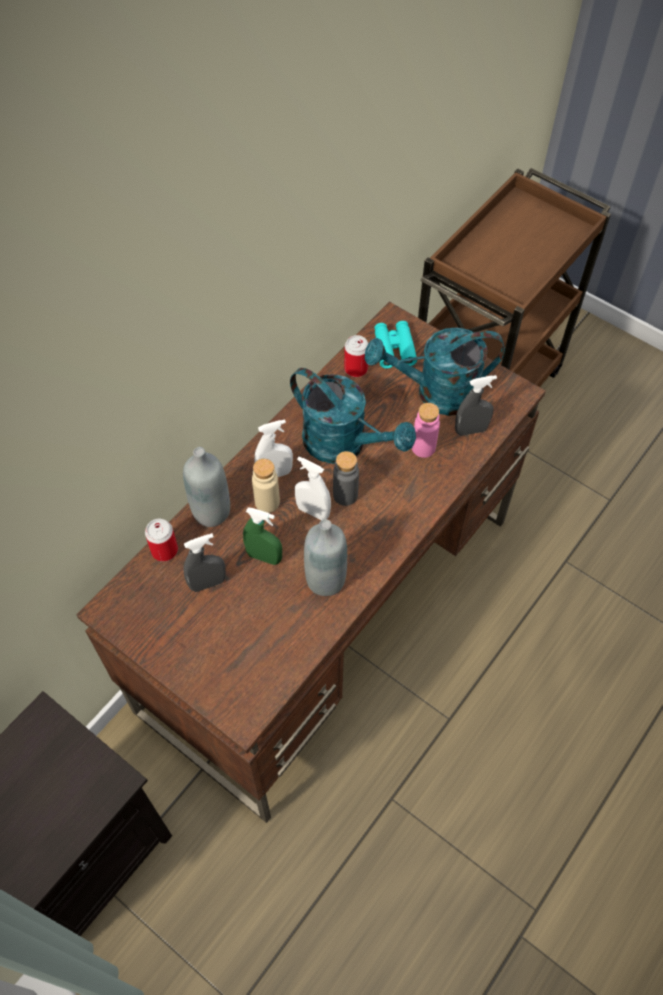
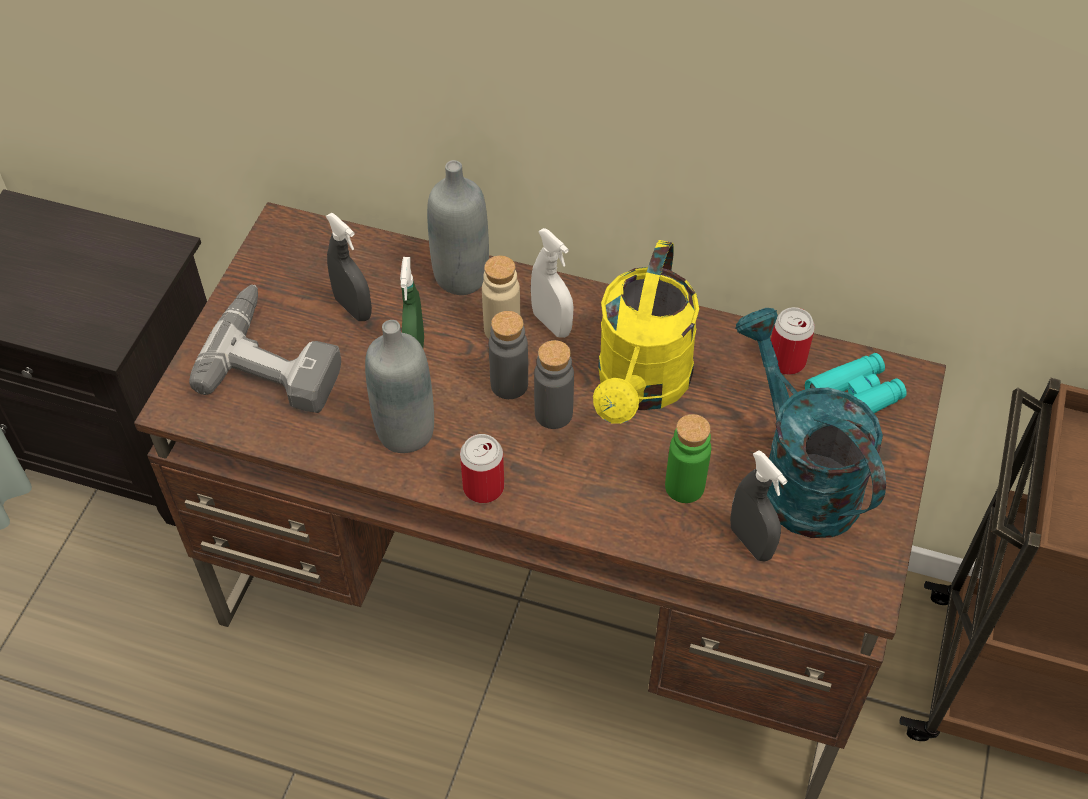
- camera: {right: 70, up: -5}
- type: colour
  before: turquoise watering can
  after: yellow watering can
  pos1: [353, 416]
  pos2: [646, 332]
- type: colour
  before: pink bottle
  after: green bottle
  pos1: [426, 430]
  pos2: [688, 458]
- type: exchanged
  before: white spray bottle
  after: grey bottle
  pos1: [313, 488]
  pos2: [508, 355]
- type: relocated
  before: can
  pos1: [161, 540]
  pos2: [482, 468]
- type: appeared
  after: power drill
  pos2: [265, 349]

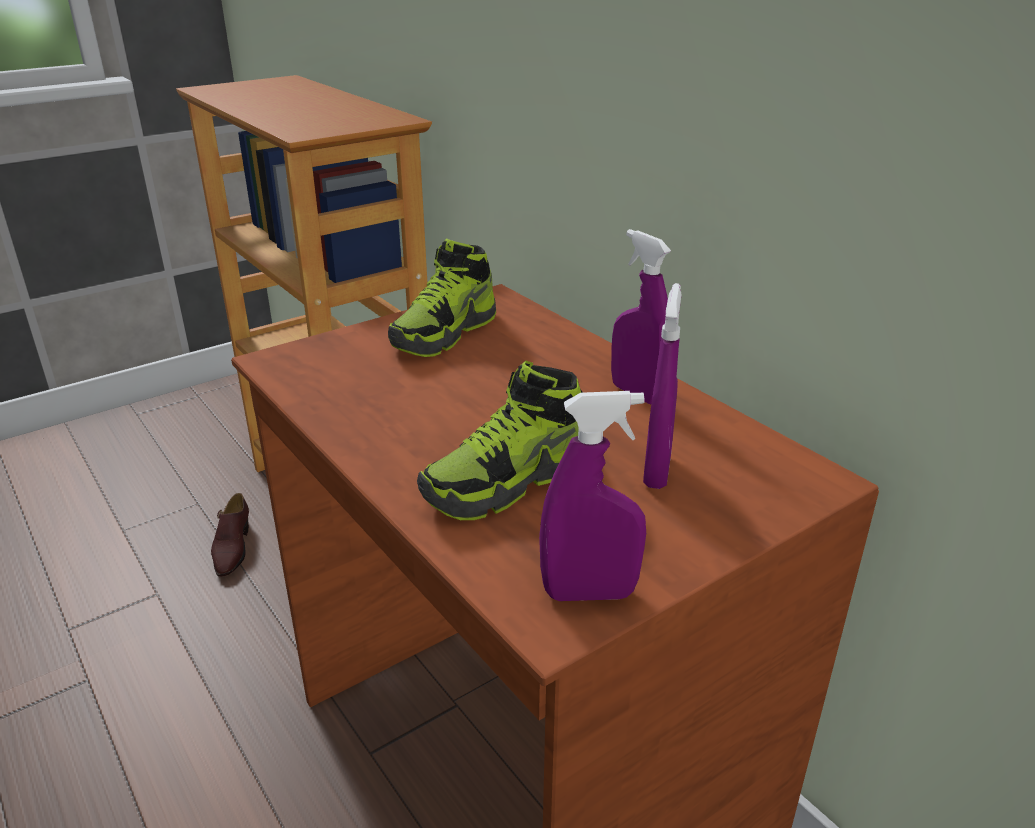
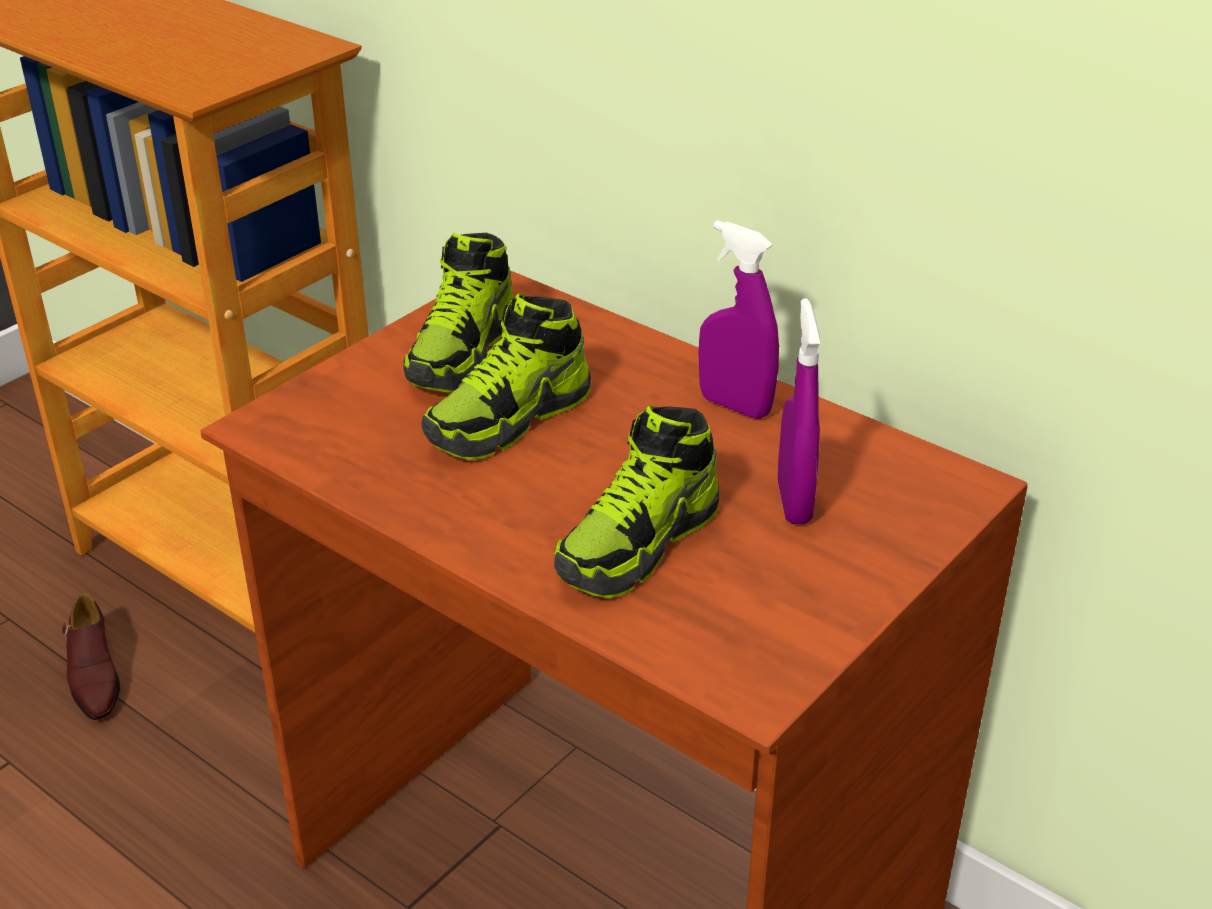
- camera: {right: -15, up: 5}
- type: missing
  before: purple spray bottle
  pos1: [592, 496]
- type: appeared
  after: shoe
  pos2: [506, 376]

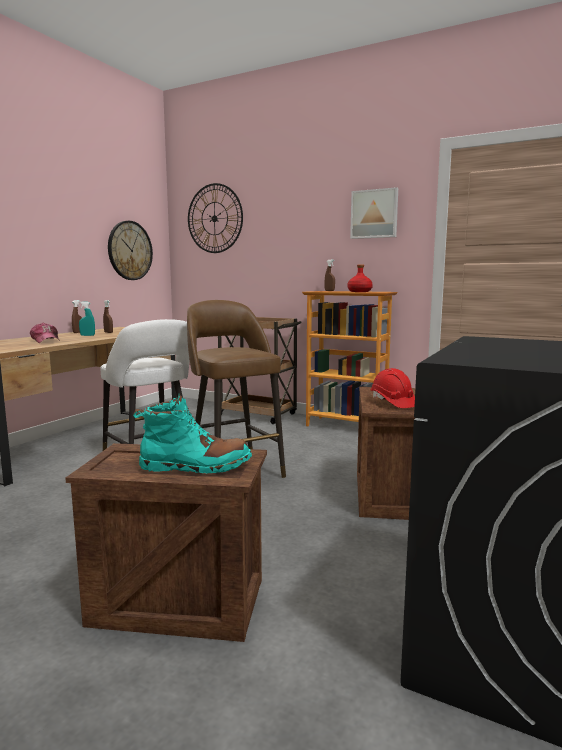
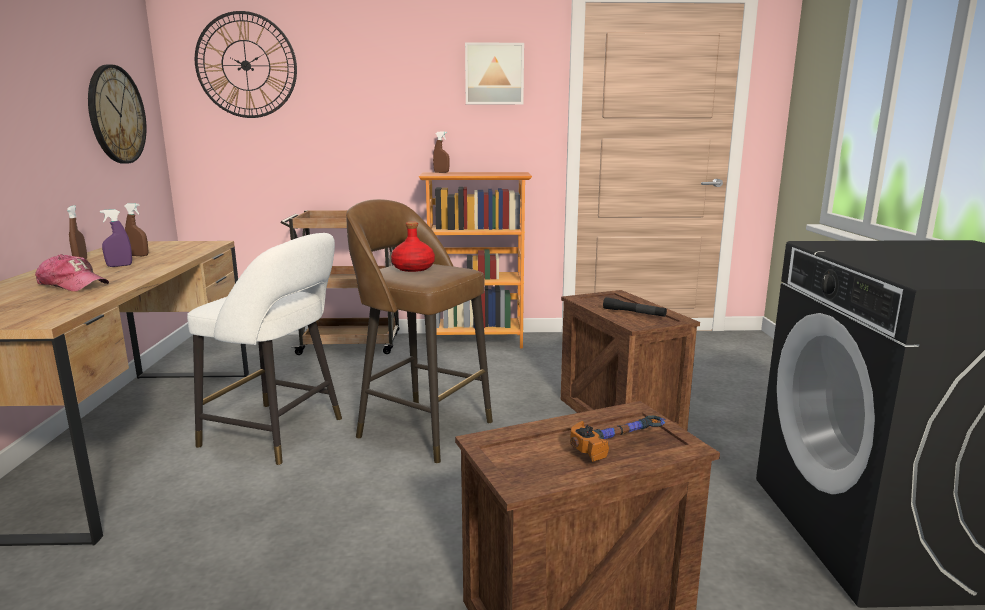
- camera: {right: -30, up: 5}
- type: relocated
  before: red bottle
  pos1: [360, 278]
  pos2: [413, 246]
- type: colour
  before: turquoise spray bottle
  after: purple spray bottle
  pos1: [87, 318]
  pos2: [116, 238]
- type: exchanged
  before: red hard hat
  after: black flashlight
  pos1: [393, 388]
  pos2: [635, 307]
- type: exchanged
  before: turquoise boot
  after: hammer
  pos1: [192, 433]
  pos2: [618, 438]

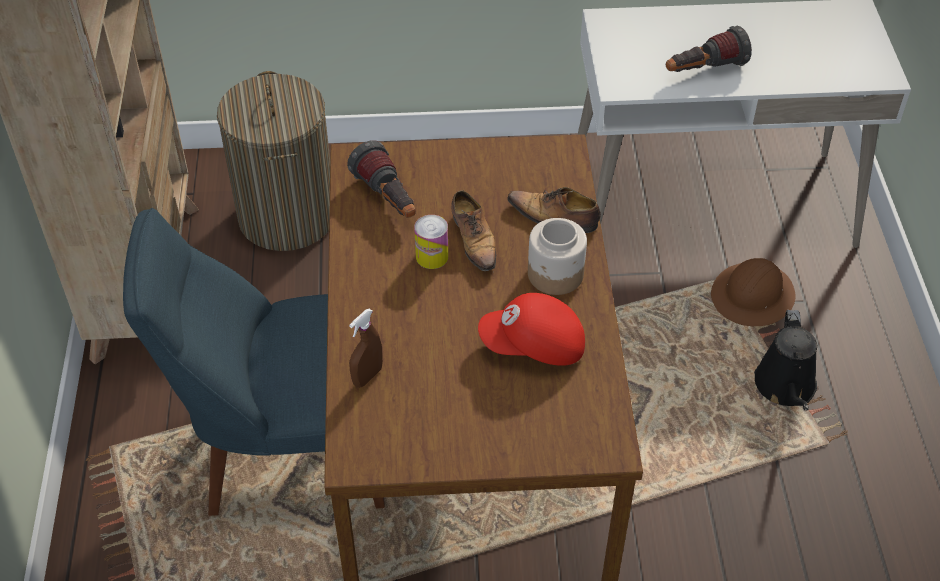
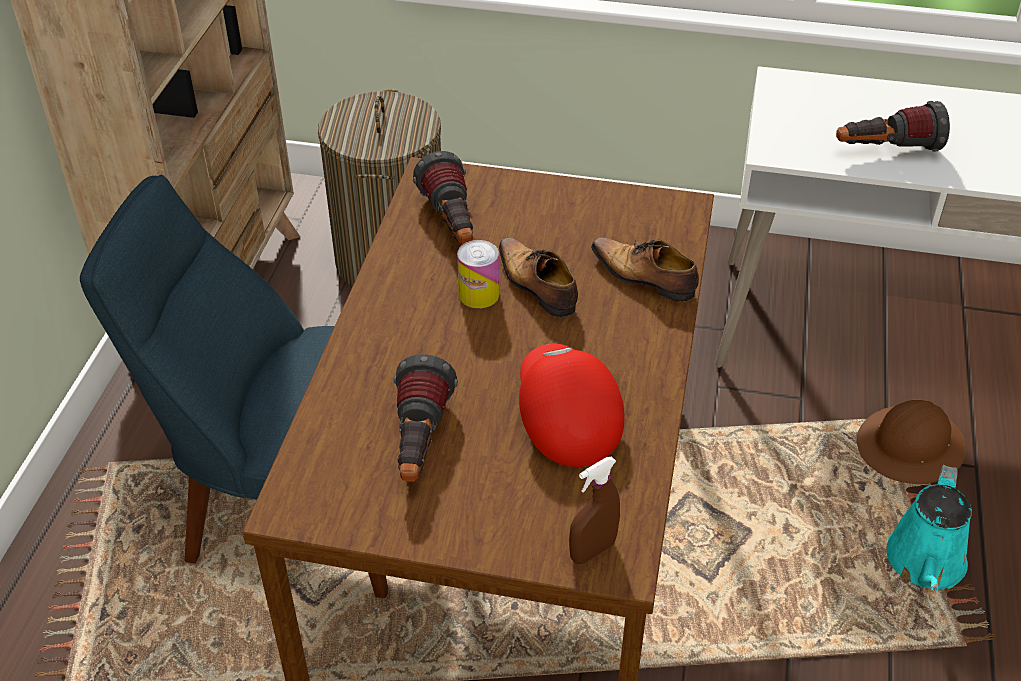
- camera: {right: 15, up: -5}
- type: spun
  before: shoe
  pos1: [473, 230]
  pos2: [538, 277]
  turn: 150
- type: missing
  before: jar
  pos1: [557, 256]
- type: spun
  before: red cap
  pos1: [531, 329]
  pos2: [572, 405]
  turn: 60
- type: relocated
  before: brown spray bottle
  pos1: [366, 348]
  pos2: [594, 510]
- type: colour
  before: black watering can
  after: turquoise watering can
  pos1: [785, 360]
  pos2: [929, 528]
- type: appeared
  after: flashlight
  pos2: [426, 418]

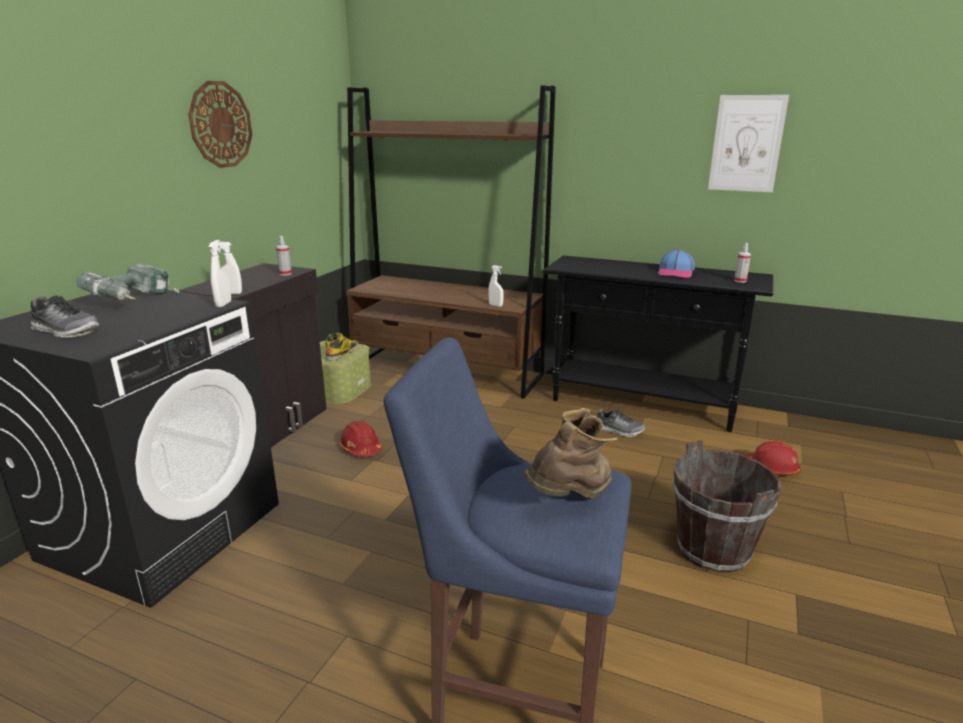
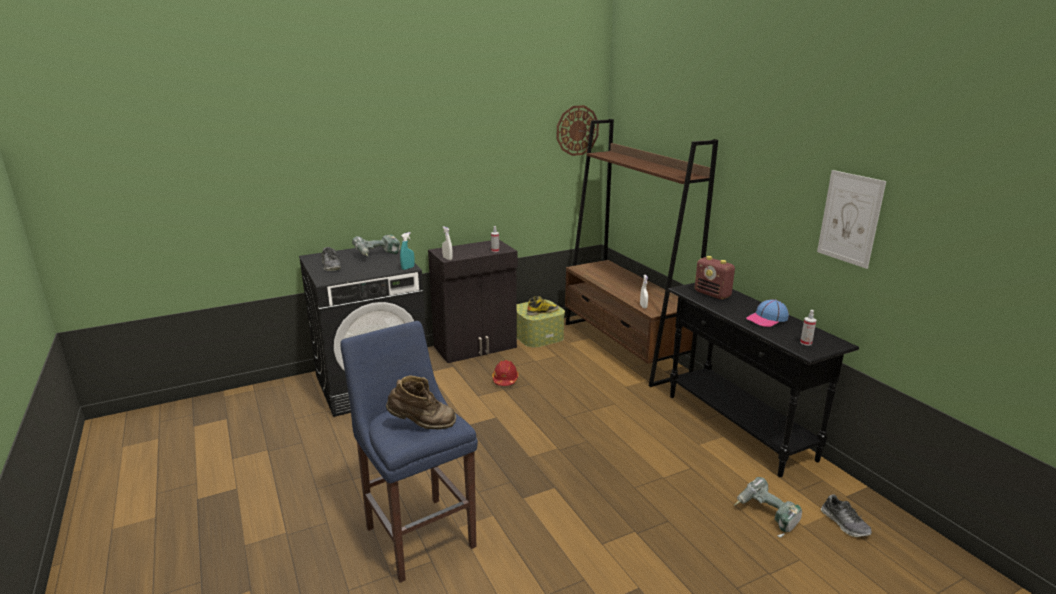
- camera: {right: 40, up: 0}
- type: relocated
  before: wall clock
  pos1: [220, 124]
  pos2: [578, 130]
- type: colour
  before: white spray bottle
  after: turquoise spray bottle
  pos1: [219, 273]
  pos2: [407, 251]
- type: relocated
  before: shoe
  pos1: [621, 423]
  pos2: [846, 515]
- type: missing
  before: brown bucket
  pos1: [727, 506]
- type: exchanged
  before: red hard hat
  after: power drill
  pos1: [773, 458]
  pos2: [768, 507]
- type: appeared
  after: radio
  pos2: [715, 277]

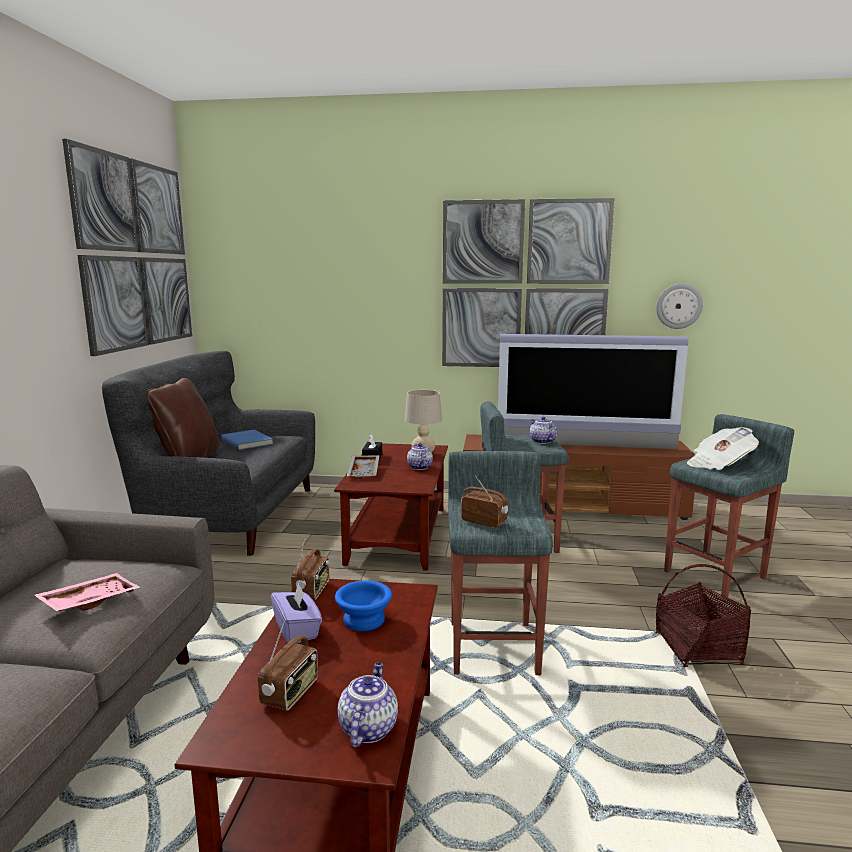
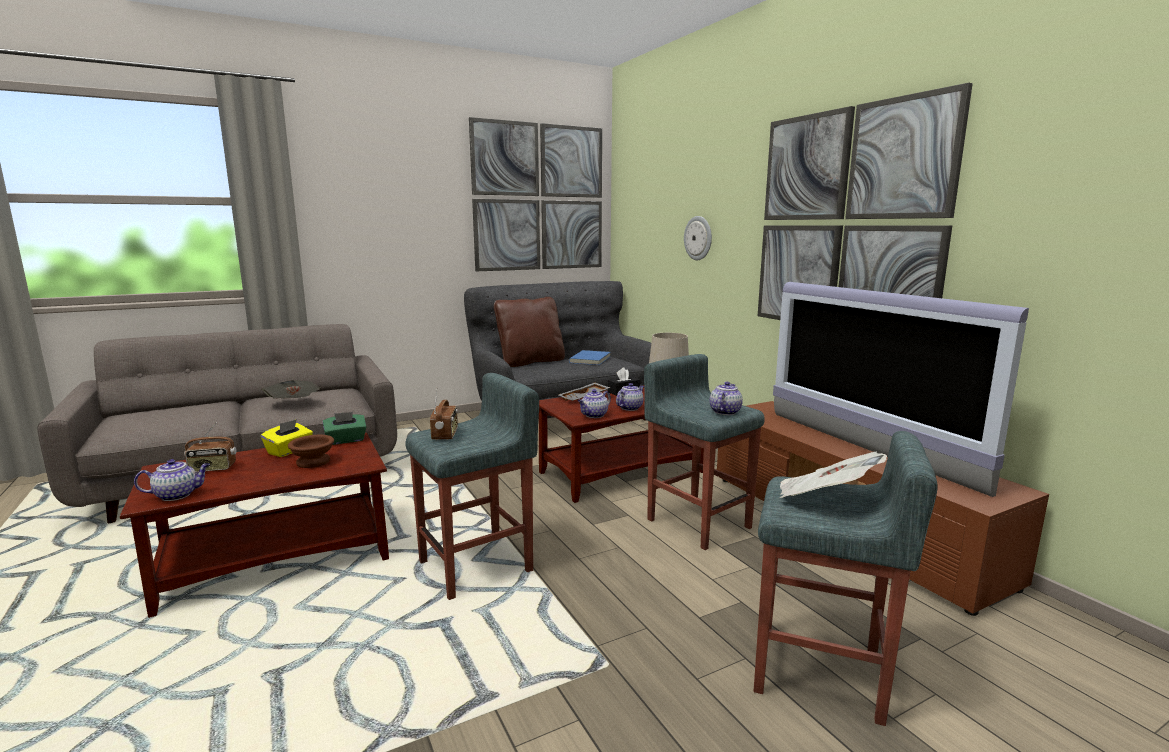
- camera: {right: 55, up: 0}
- type: relocated
  before: wall clock
  pos1: [679, 306]
  pos2: [698, 238]
- type: exchanged
  before: radio
  after: green tissue box
  pos1: [310, 568]
  pos2: [344, 428]
- type: missing
  before: basket
  pos1: [704, 615]
- type: exchanged
  before: pink tray
  after: newspaper
  pos1: [87, 592]
  pos2: [291, 389]
- type: colour
  before: blue bowl
  after: brown bowl
  pos1: [363, 605]
  pos2: [311, 451]
- type: colour
  before: purple tissue box
  after: yellow tissue box
  pos1: [296, 612]
  pos2: [287, 438]
- type: appeared
  after: teapot
  pos2: [594, 403]

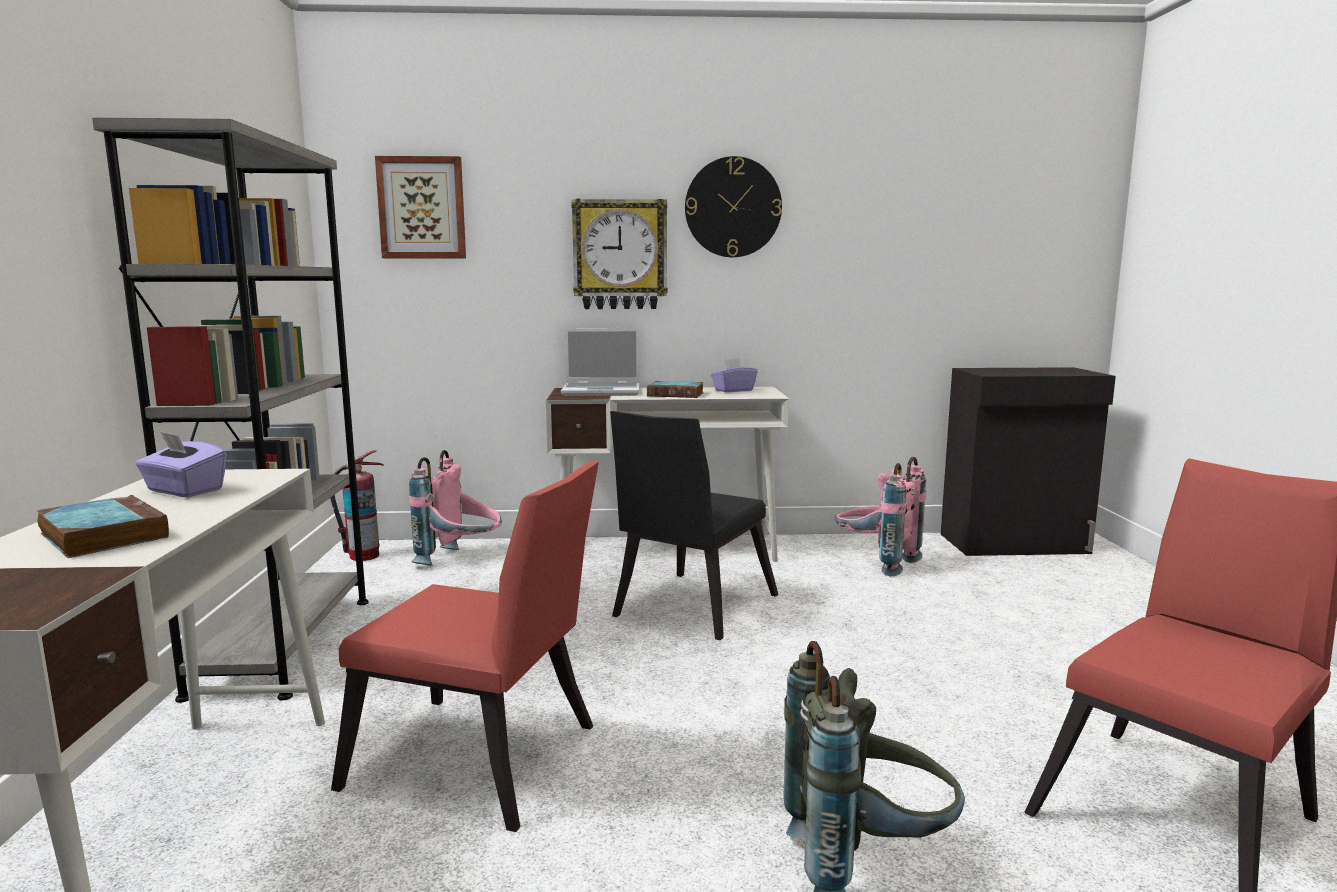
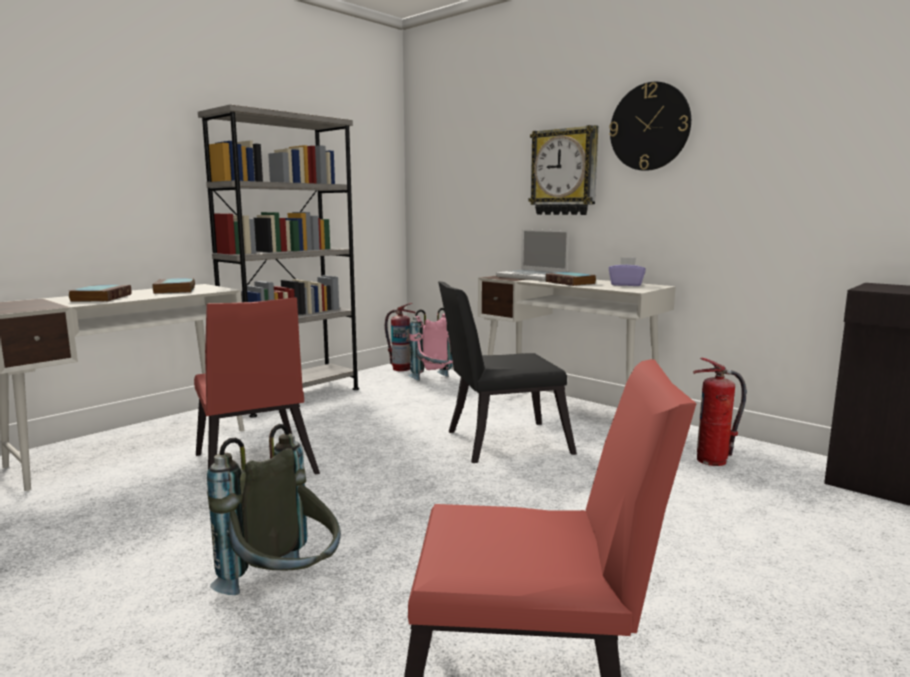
- camera: {right: 45, up: 0}
- type: missing
  before: picture
  pos1: [420, 207]
- type: exchanged
  before: purple tissue box
  after: book
  pos1: [181, 464]
  pos2: [173, 286]
- type: exchanged
  before: pink backpack
  after: fire extinguisher
  pos1: [881, 516]
  pos2: [720, 412]

